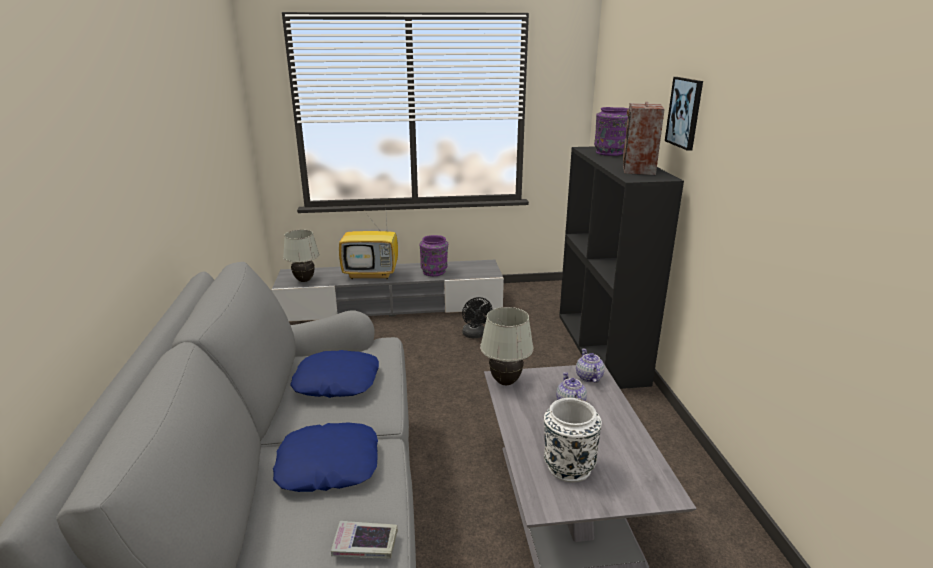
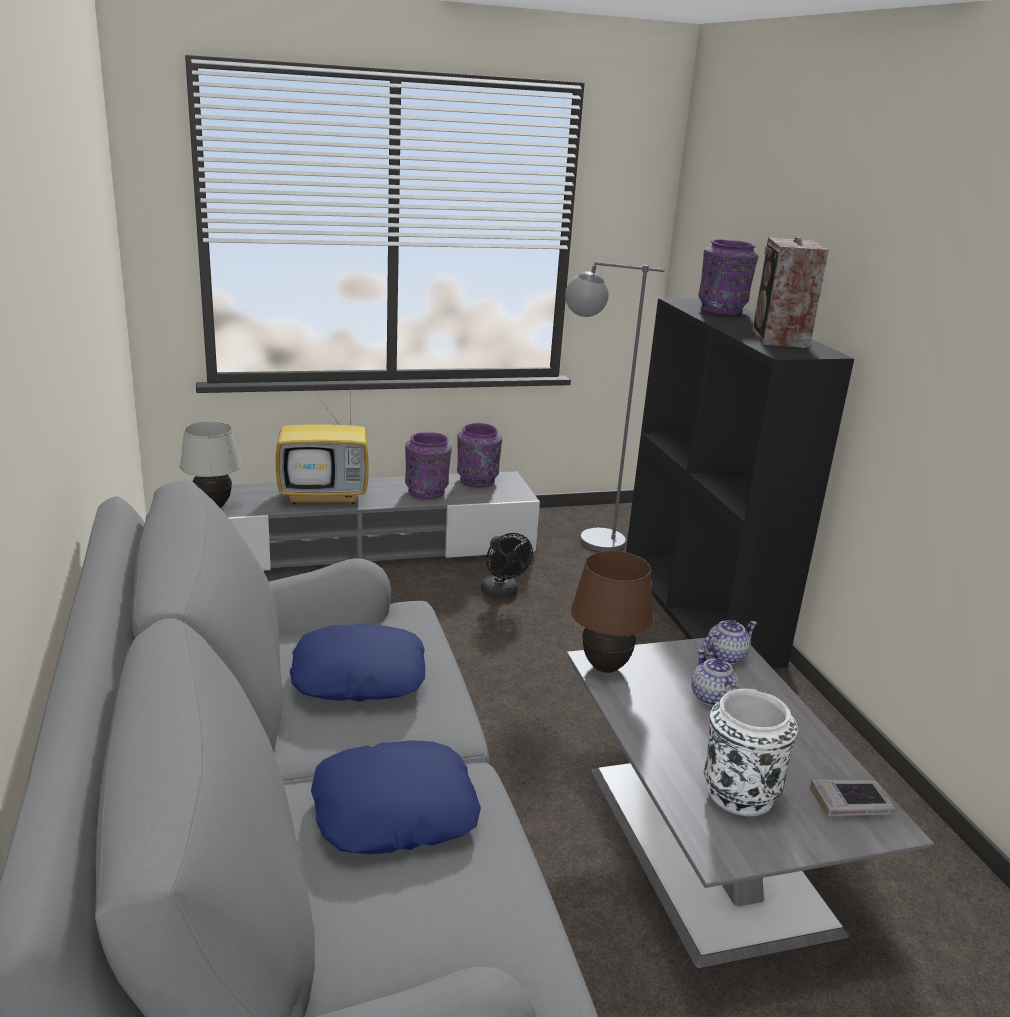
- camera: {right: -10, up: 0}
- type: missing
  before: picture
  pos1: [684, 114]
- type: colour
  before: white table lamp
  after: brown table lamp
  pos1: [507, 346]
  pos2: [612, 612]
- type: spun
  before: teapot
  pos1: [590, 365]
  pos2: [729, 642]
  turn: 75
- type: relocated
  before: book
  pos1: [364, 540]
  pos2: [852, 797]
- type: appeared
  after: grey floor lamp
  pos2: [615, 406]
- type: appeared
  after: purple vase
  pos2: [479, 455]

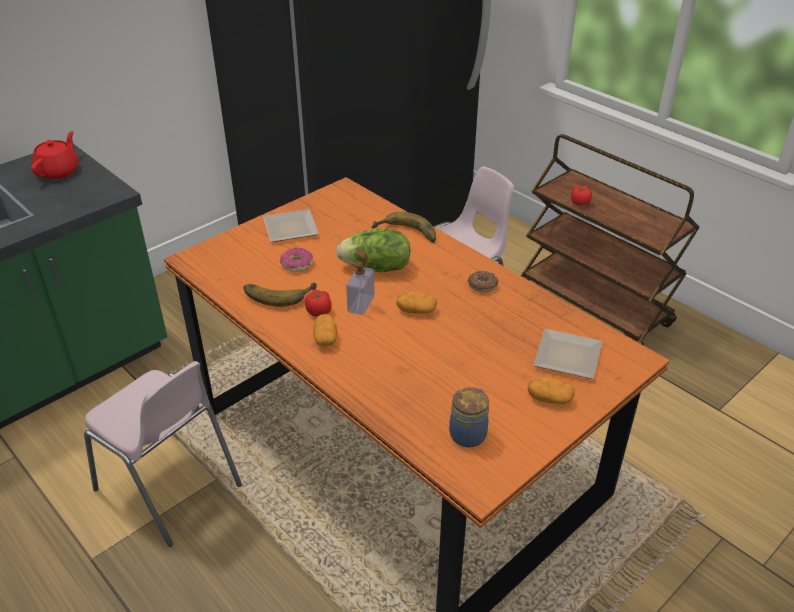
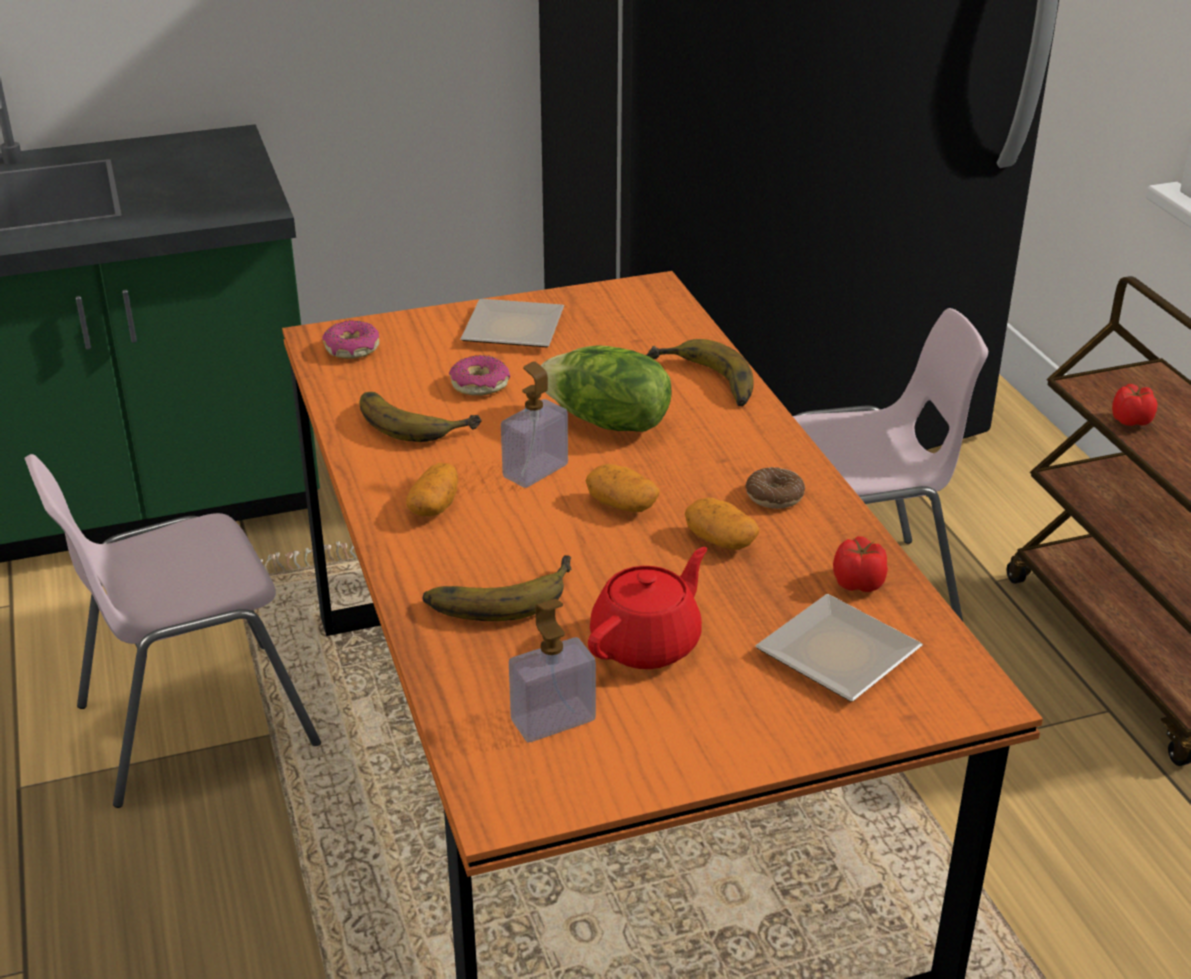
- camera: {right: 25, up: -5}
- type: relocated
  before: red teapot
  pos1: [55, 155]
  pos2: [647, 608]
- type: relocated
  before: tomato
  pos1: [318, 303]
  pos2: [860, 564]
- type: spun
  before: pink chair
  pos1: [163, 454]
  pos2: [172, 631]
  turn: 90
- type: relocated
  before: potato
  pos1: [551, 390]
  pos2: [722, 523]
- type: exchanged
  before: jar
  after: soap dispenser
  pos1: [469, 417]
  pos2: [552, 670]
- type: appeared
  after: donut
  pos2: [350, 339]
- type: appeared
  after: banana
  pos2: [497, 588]

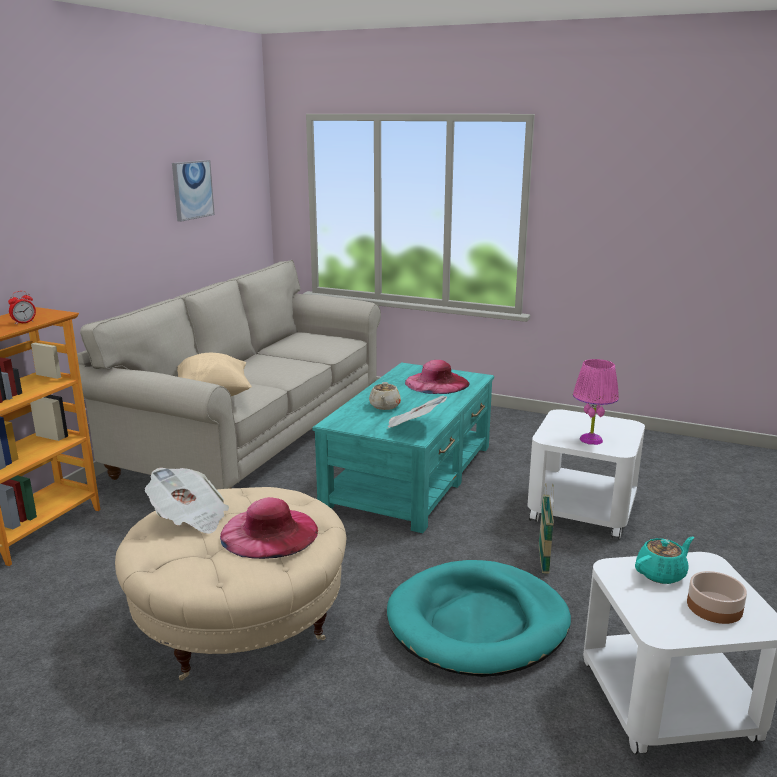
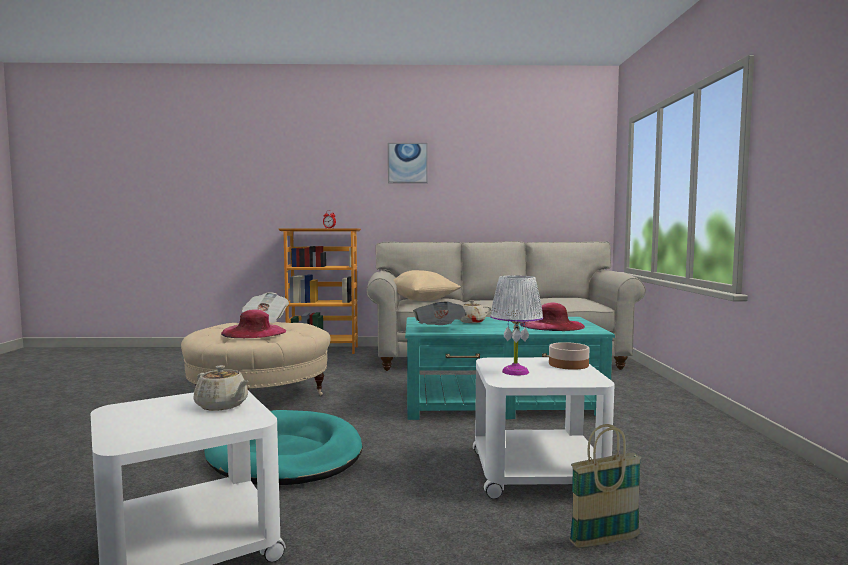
- camera: {right: 65, up: -15}
- type: relocated
  before: picture
  pos1: [193, 191]
  pos2: [408, 163]
- type: colour
  before: pink table lamp
  after: white table lamp
  pos1: [596, 402]
  pos2: [516, 325]
- type: relocated
  before: basket
  pos1: [546, 529]
  pos2: [605, 486]
- type: colour
  before: turquoise teapot
  after: beige teapot
  pos1: [664, 560]
  pos2: [220, 388]
- type: relocated
  before: bowl
  pos1: [717, 597]
  pos2: [569, 356]

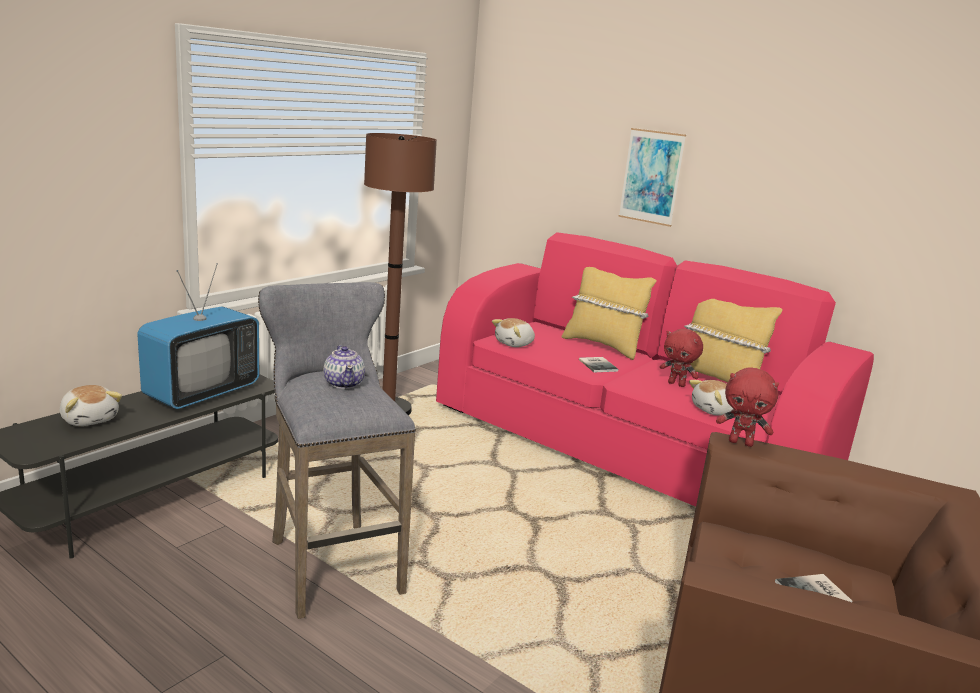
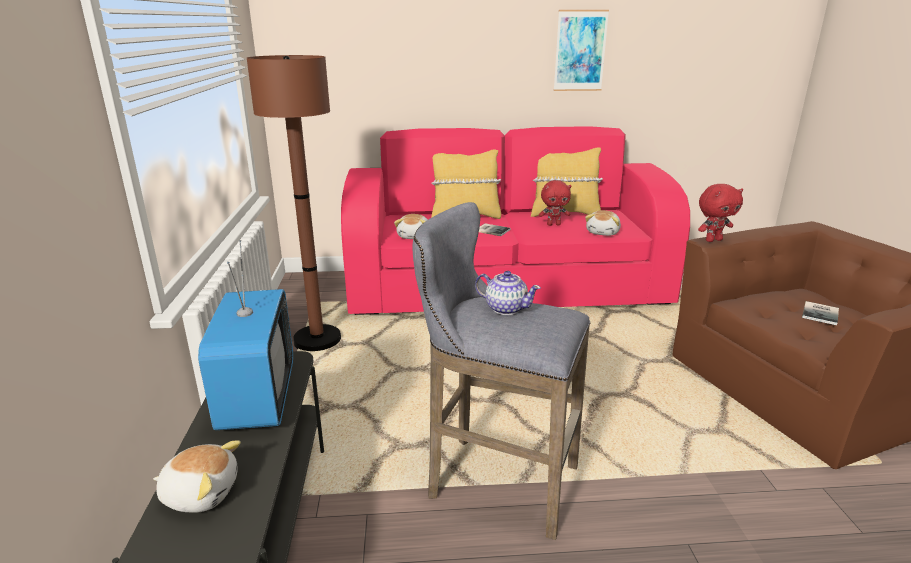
- camera: {right: -40, up: 5}
- type: relocated
  before: picture
  pos1: [652, 177]
  pos2: [581, 50]

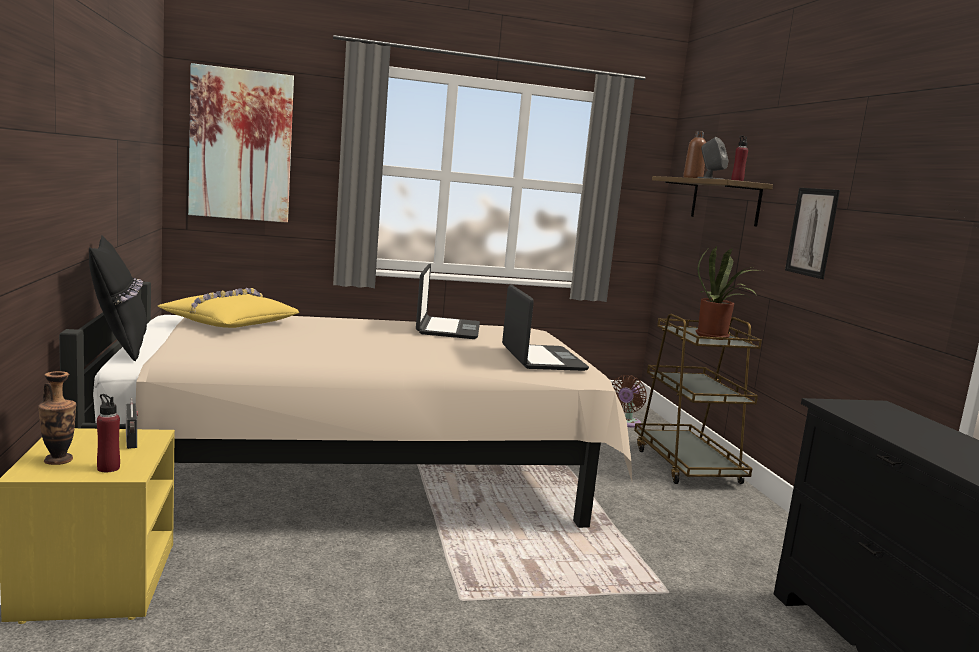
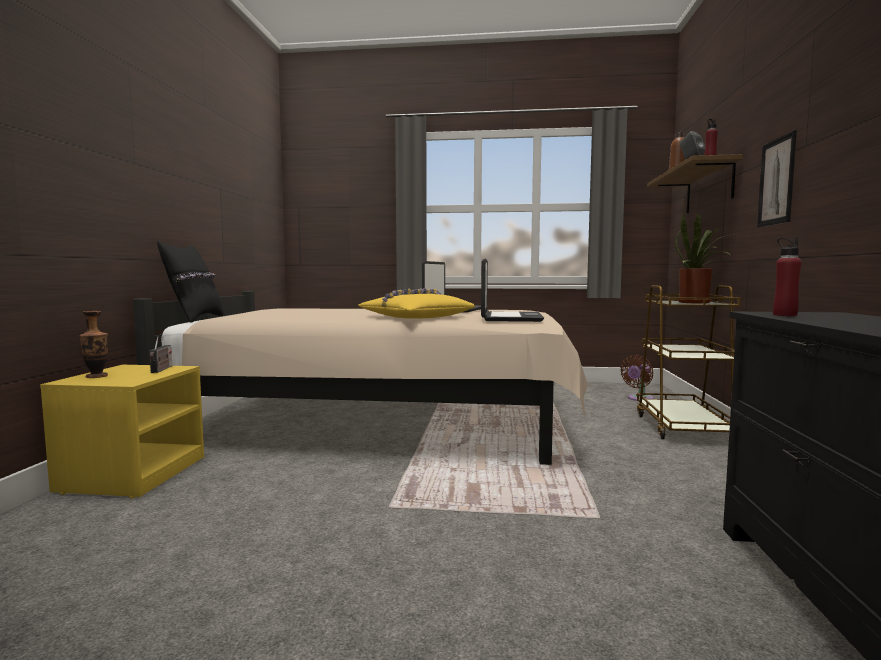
- camera: {right: 20, up: -5}
- type: missing
  before: picture
  pos1: [241, 143]
- type: relocated
  before: yellow pillow
  pos1: [228, 308]
  pos2: [416, 303]
- type: relocated
  before: red bottle
  pos1: [108, 433]
  pos2: [787, 277]

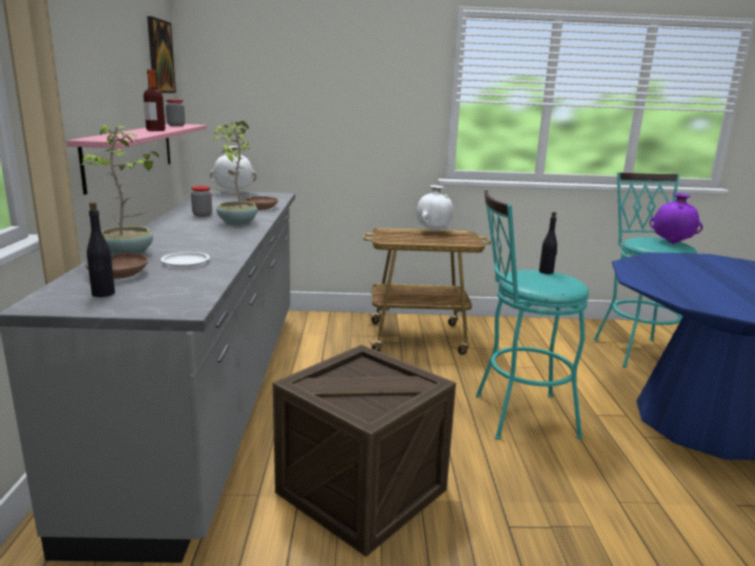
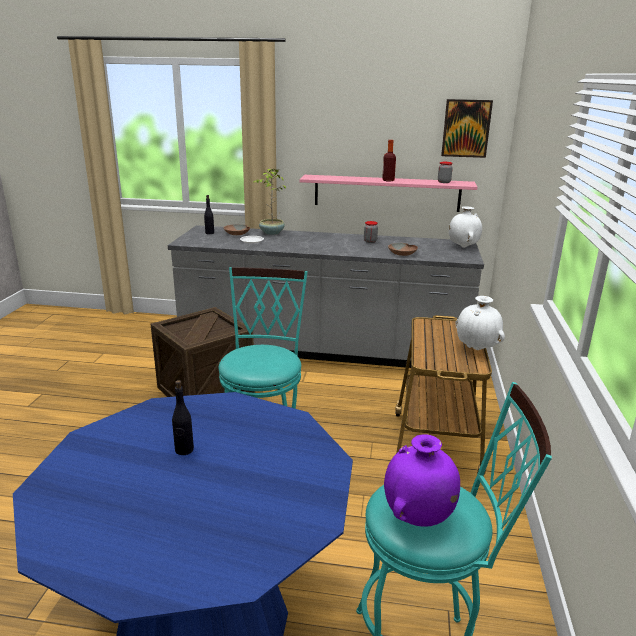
- camera: {right: 100, up: 5}
- type: missing
  before: potted plant
  pos1: [235, 173]
- type: relocated
  before: black bottle
  pos1: [548, 243]
  pos2: [183, 417]

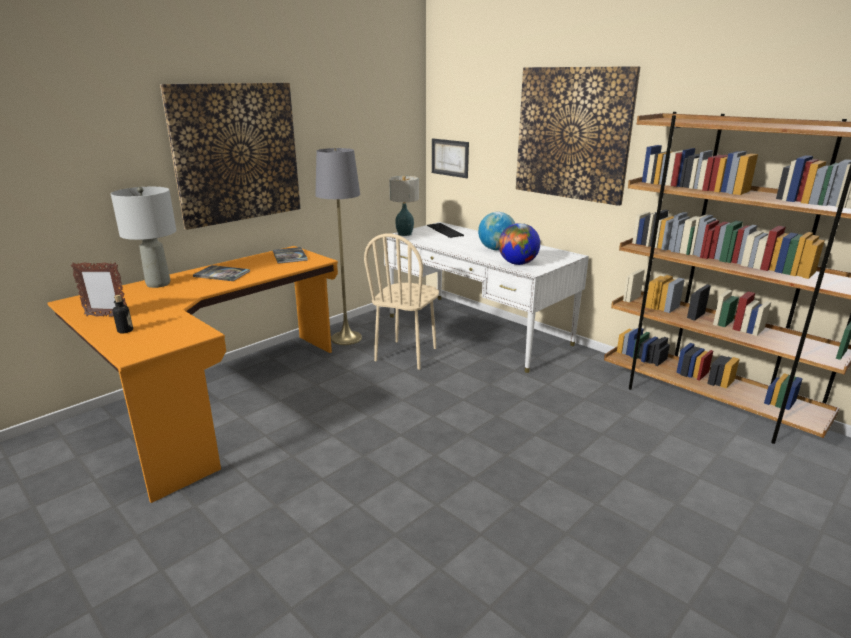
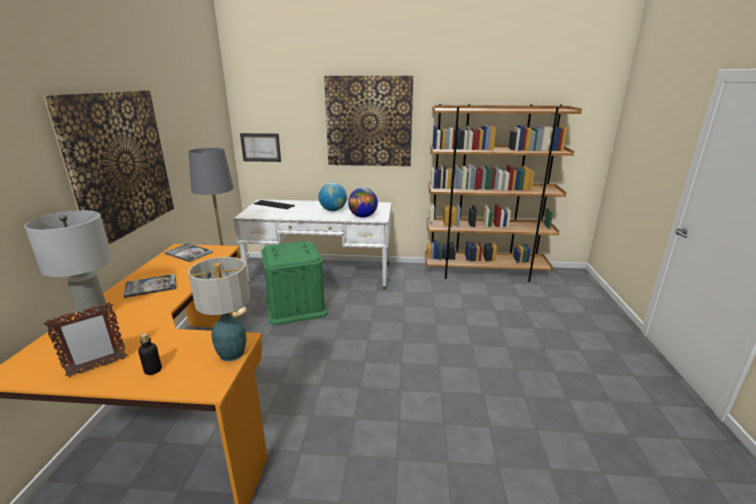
- camera: {right: -40, up: 0}
- type: relocated
  before: table lamp
  pos1: [404, 206]
  pos2: [219, 309]
- type: exchanged
  before: beige chair
  after: green storage box
  pos1: [401, 302]
  pos2: [294, 283]

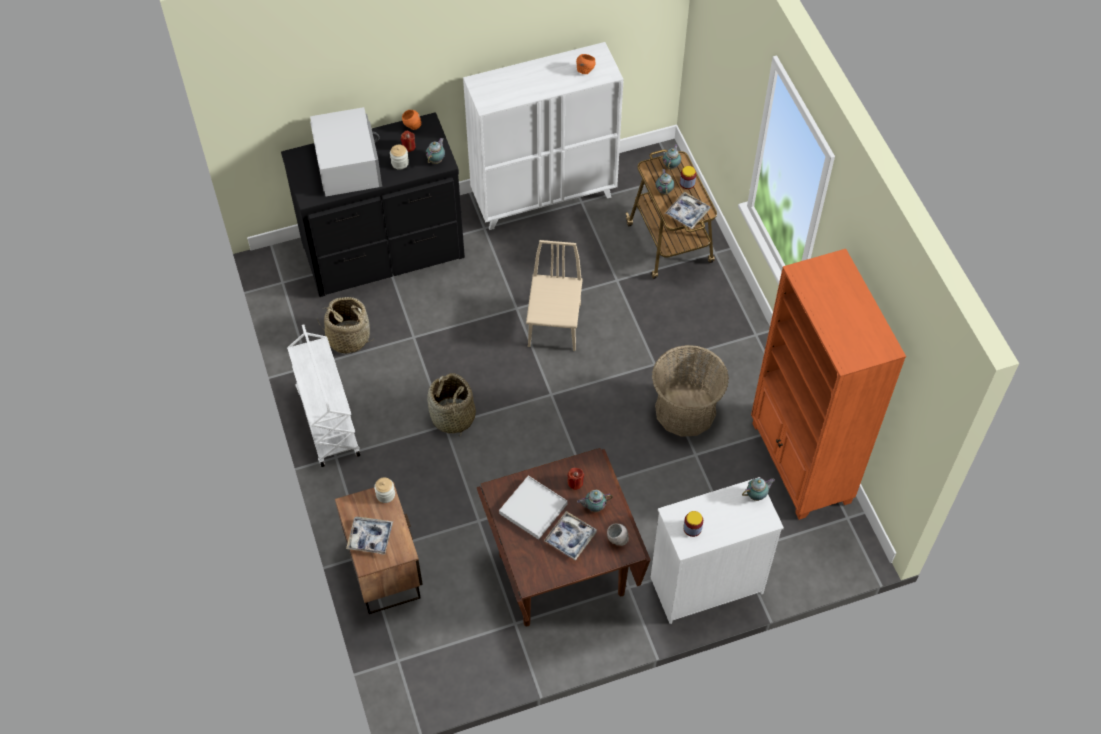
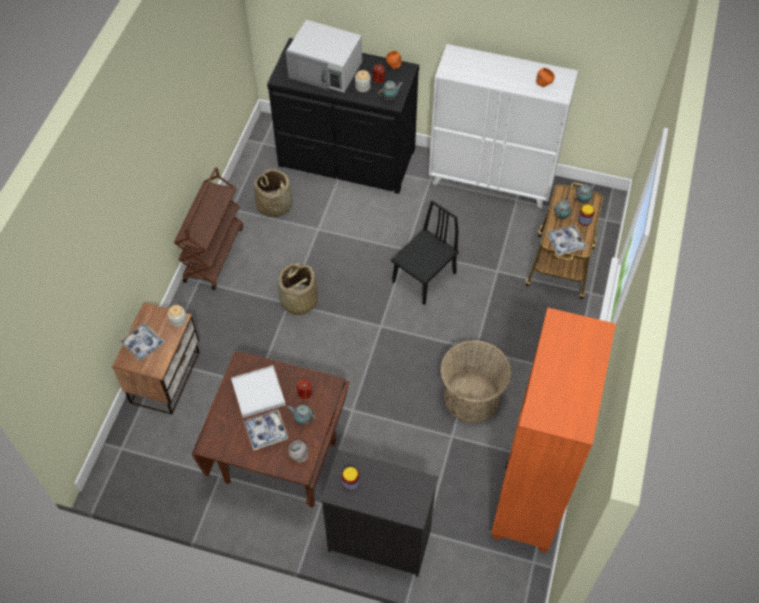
- camera: {right: 35, up: 0}
- type: spun
  before: white microwave
  pos1: [346, 151]
  pos2: [324, 56]
  turn: 90
- type: colour
  before: beige chair
  after: black chair
  pos1: [554, 295]
  pos2: [425, 252]
- type: colour
  before: white cart
  after: brown cart
  pos1: [323, 396]
  pos2: [208, 228]
- type: colour
  before: white dresser
  after: black dresser
  pos1: [717, 550]
  pos2: [379, 513]
- type: missing
  before: teapot
  pos1: [758, 489]

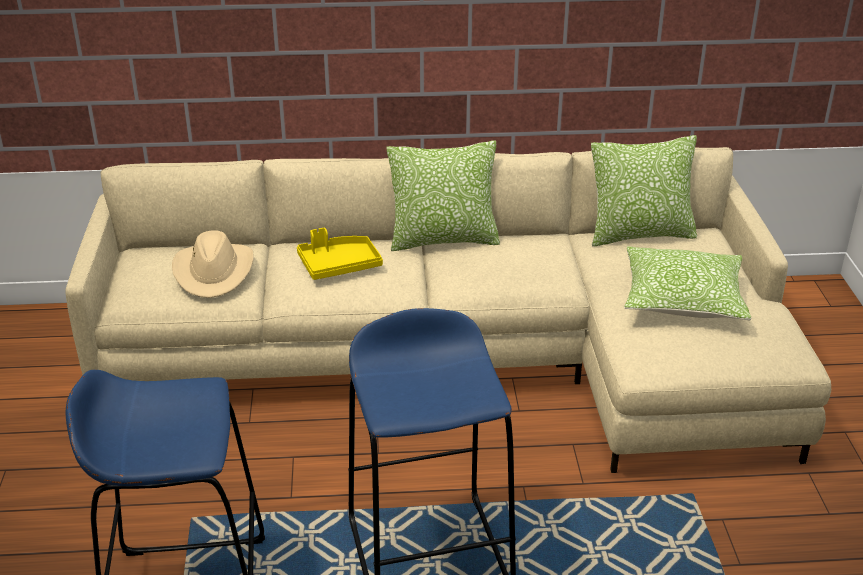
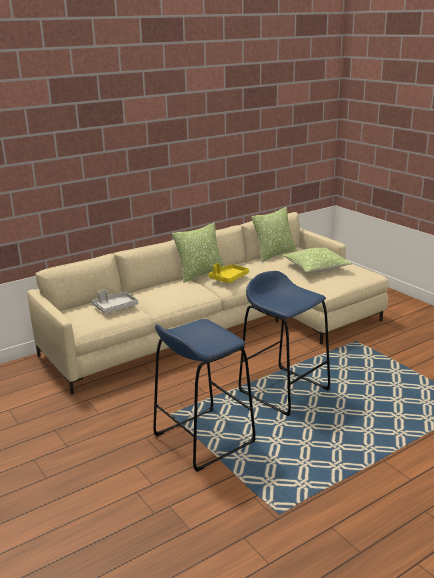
- camera: {right: -30, up: -10}
- type: relocated
  before: yellow tray
  pos1: [340, 254]
  pos2: [228, 273]
- type: exchanged
  before: beige hat
  after: grey tray
  pos1: [213, 264]
  pos2: [115, 302]

